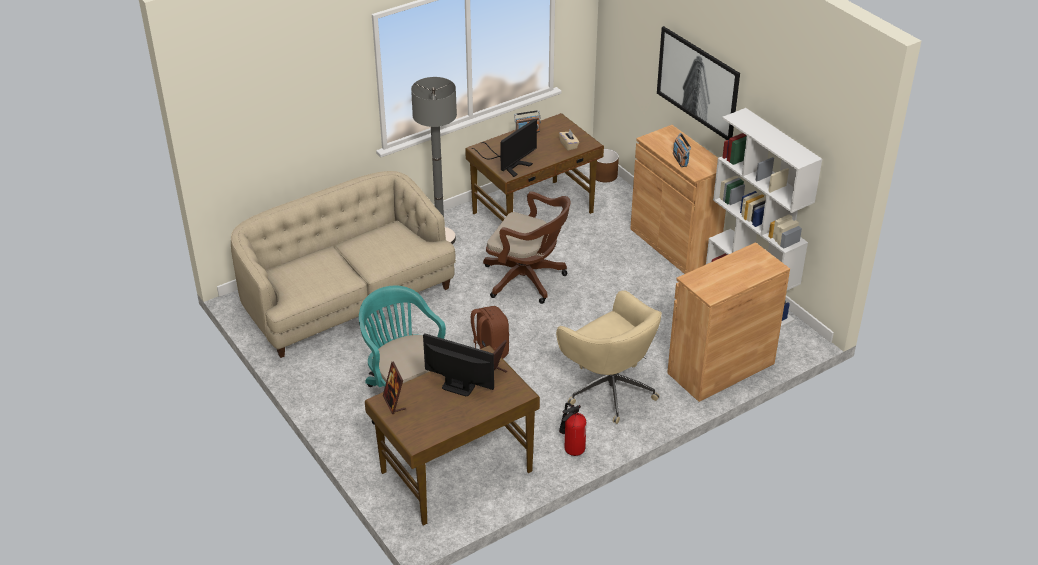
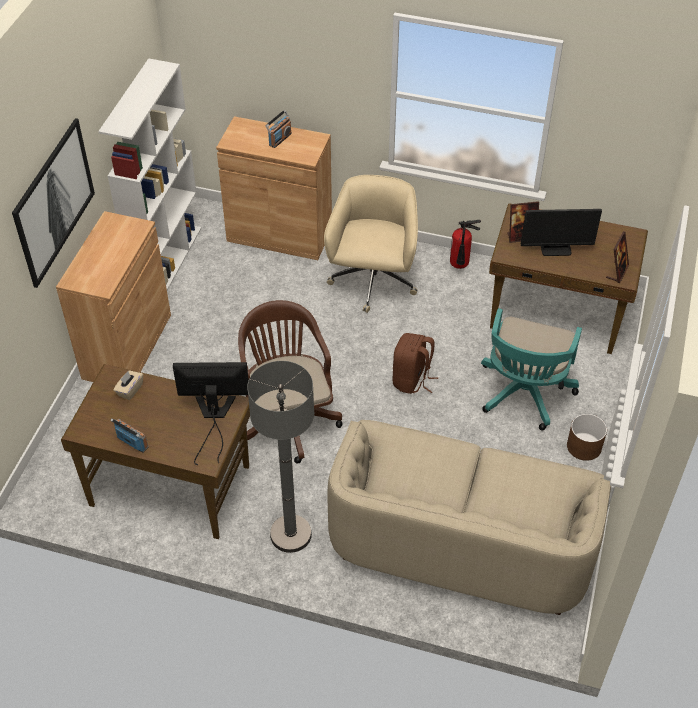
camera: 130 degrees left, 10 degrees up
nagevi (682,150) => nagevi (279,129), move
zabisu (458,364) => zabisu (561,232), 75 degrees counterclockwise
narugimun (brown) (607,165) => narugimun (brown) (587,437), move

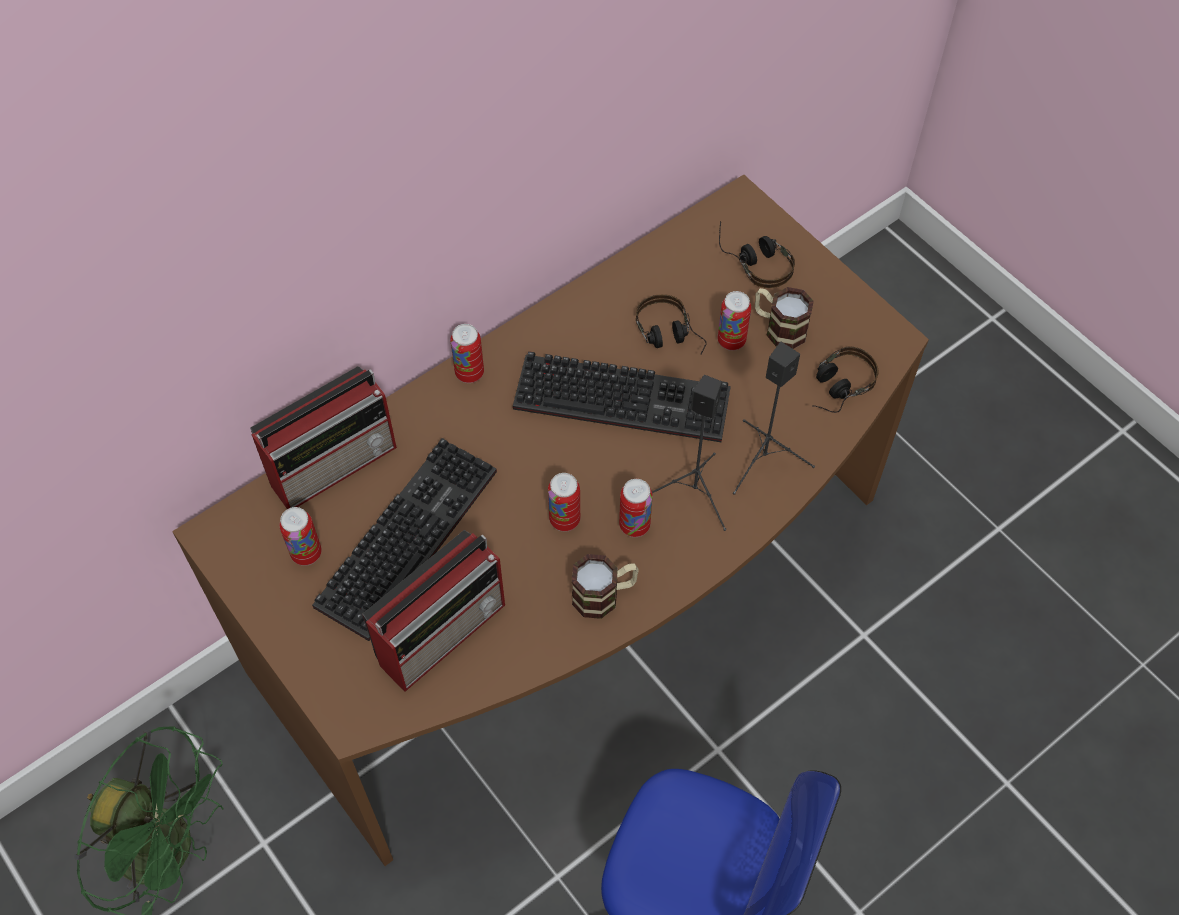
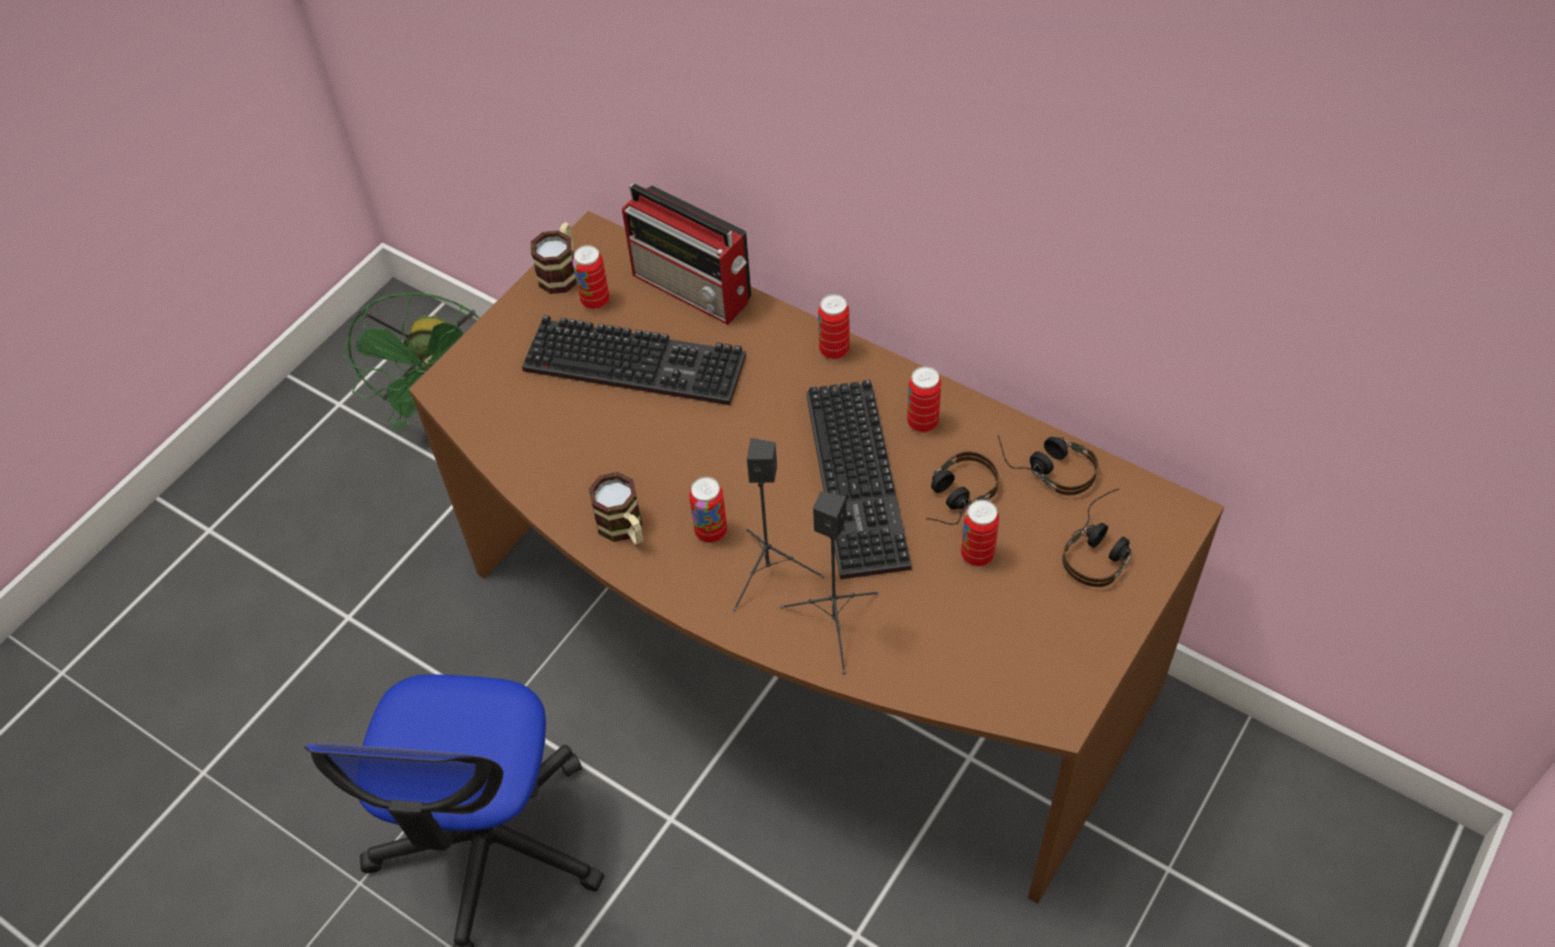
camera: 75 degrees right, 5 degrees down
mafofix (784,318) => mafofix (554,258), move
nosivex (564,502) => nosivex (924,399), move
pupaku (845,380) => pupaku (1048,465), move
nagevi (433,611) => nothing

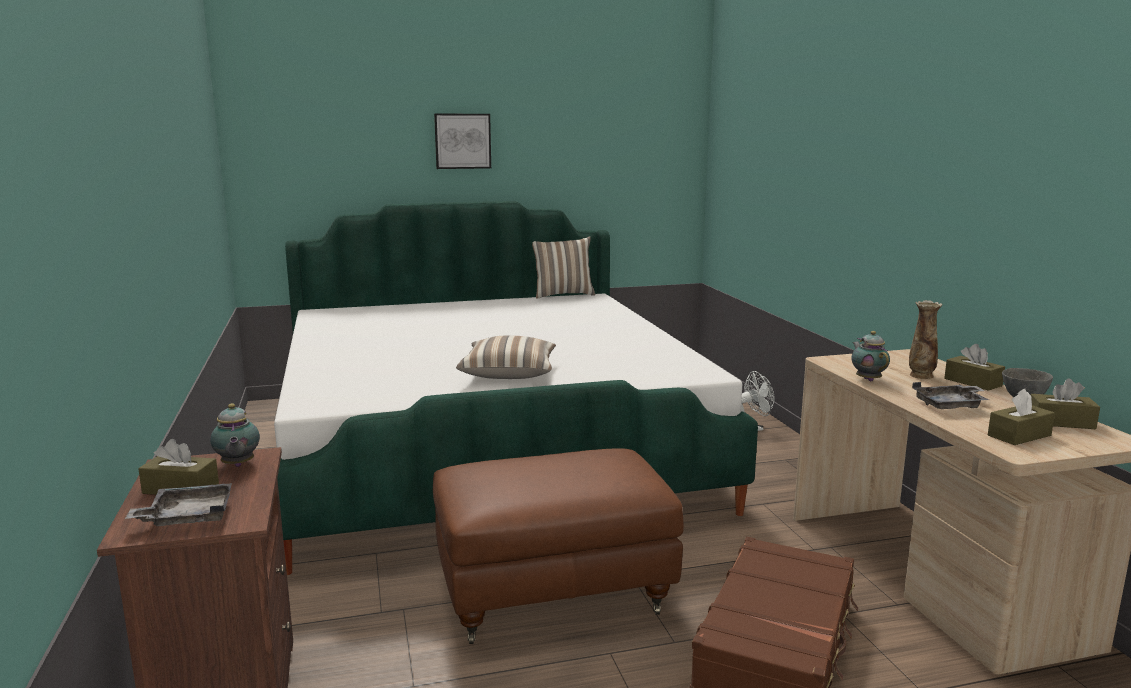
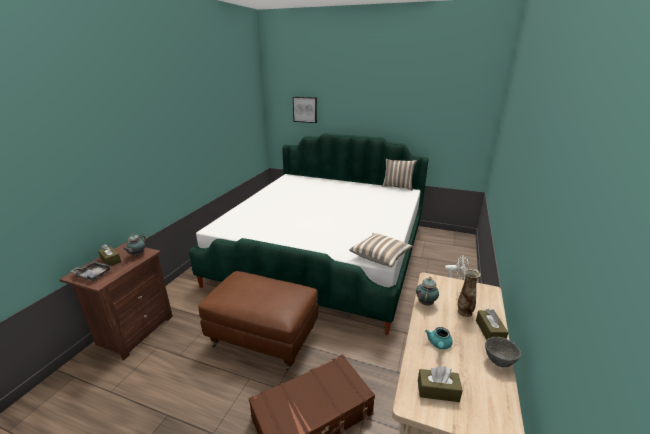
camera: 35 degrees right, 10 degrees up
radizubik (462,141) => radizubik (305,110), move
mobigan (506,357) => mobigan (381,250), move
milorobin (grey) (950,395) => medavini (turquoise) (439,338)
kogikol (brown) (1065,403) => nothing

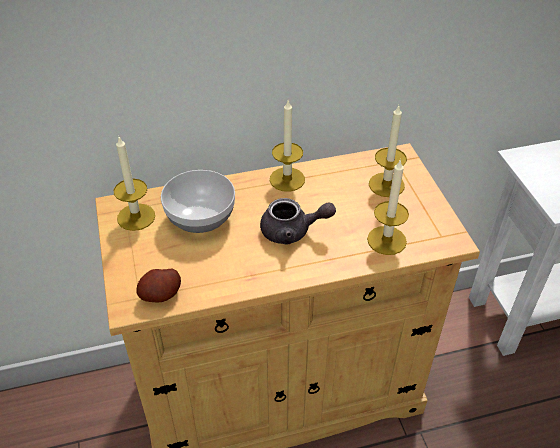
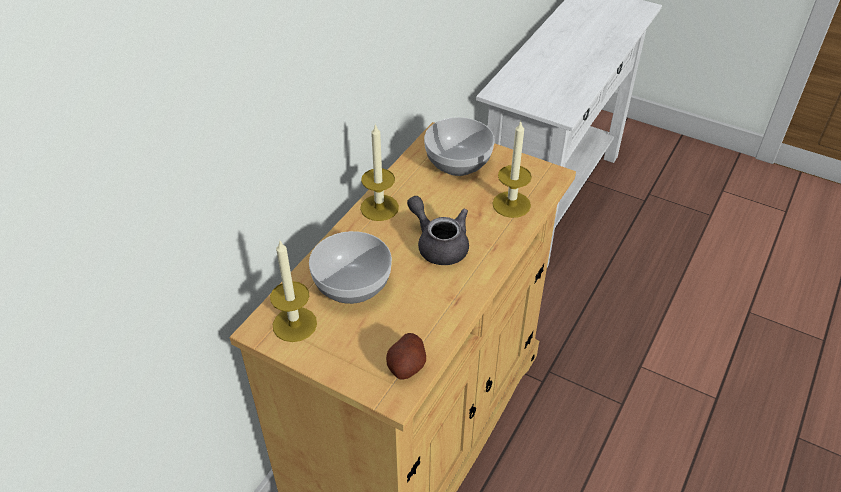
camera: 45 degrees left, 0 degrees up
medavini (grey) (298,221) => medavini (grey) (438,230), 90 degrees counterclockwise
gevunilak (388,151) => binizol (459,146)

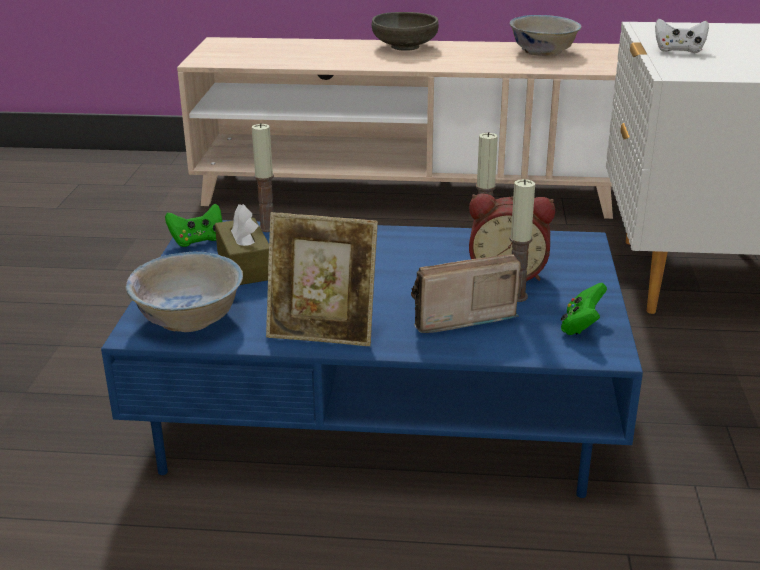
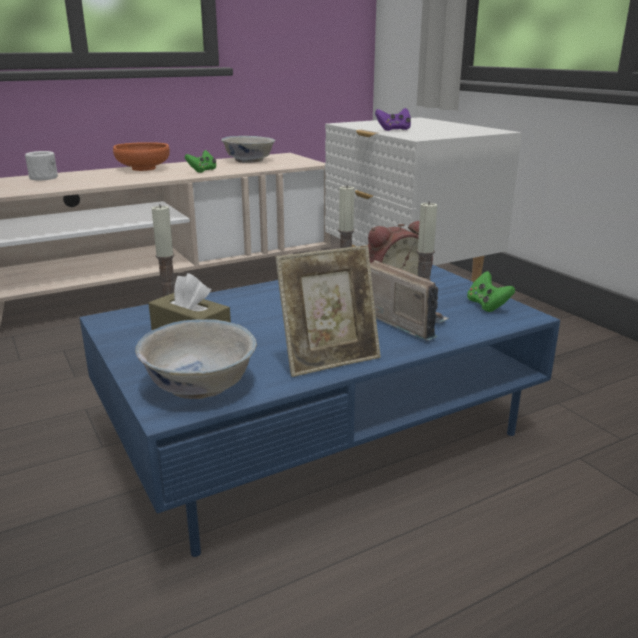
camera: 35 degrees left, 5 degrees down
nothing => mafofix (white) (41,165)
binizol (grey) (405,31) => binizol (orange) (141,156)
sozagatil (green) (193,225) => sozagatil (green) (200,161), move
nagevi (466,293) => nagevi (409,300), 105 degrees clockwise
sozagatil (white) (682,36) => sozagatil (purple) (393,119)

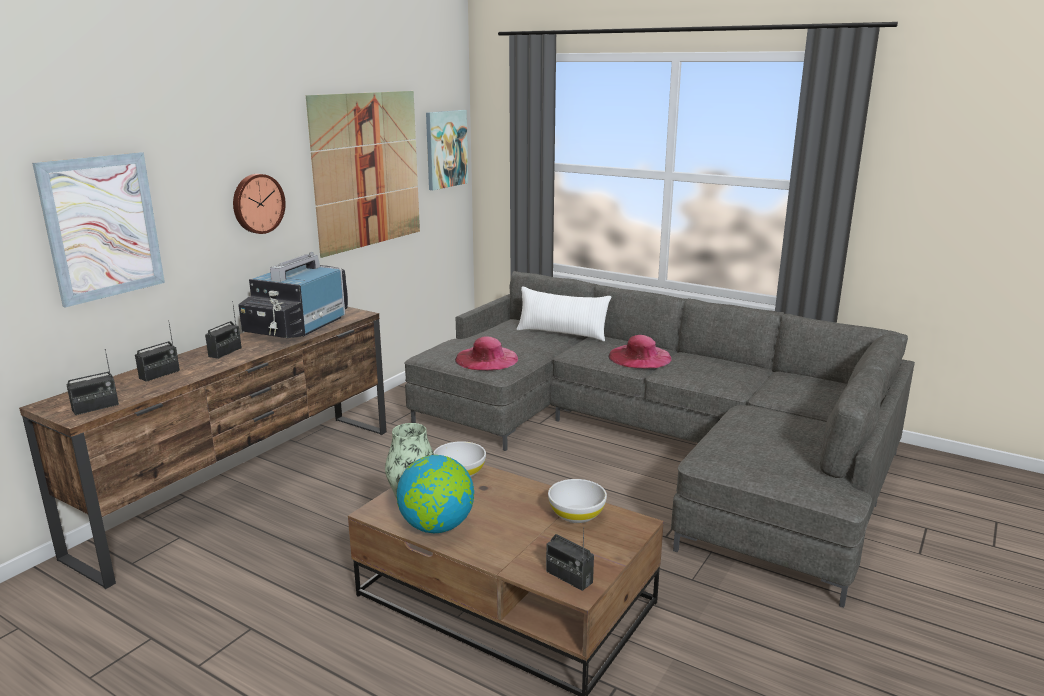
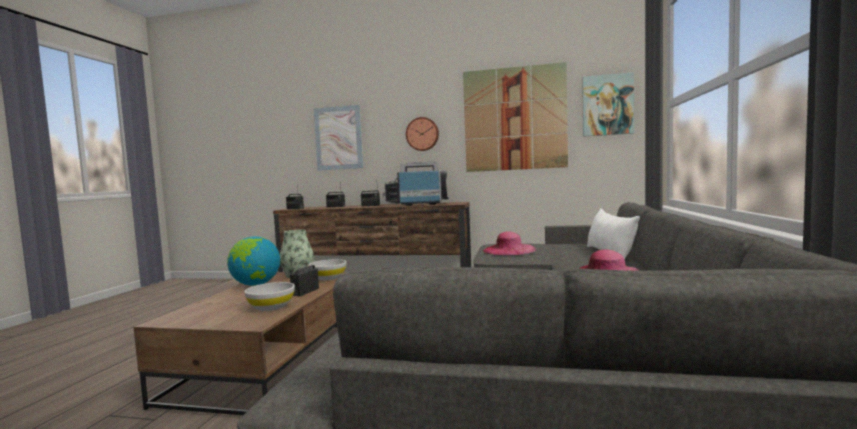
camera: 70 degrees right, 15 degrees down
nagevi (570,559) => nagevi (304,273), move

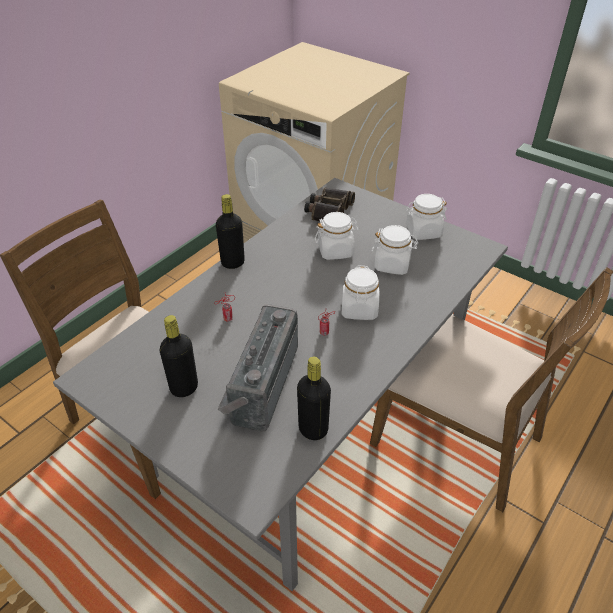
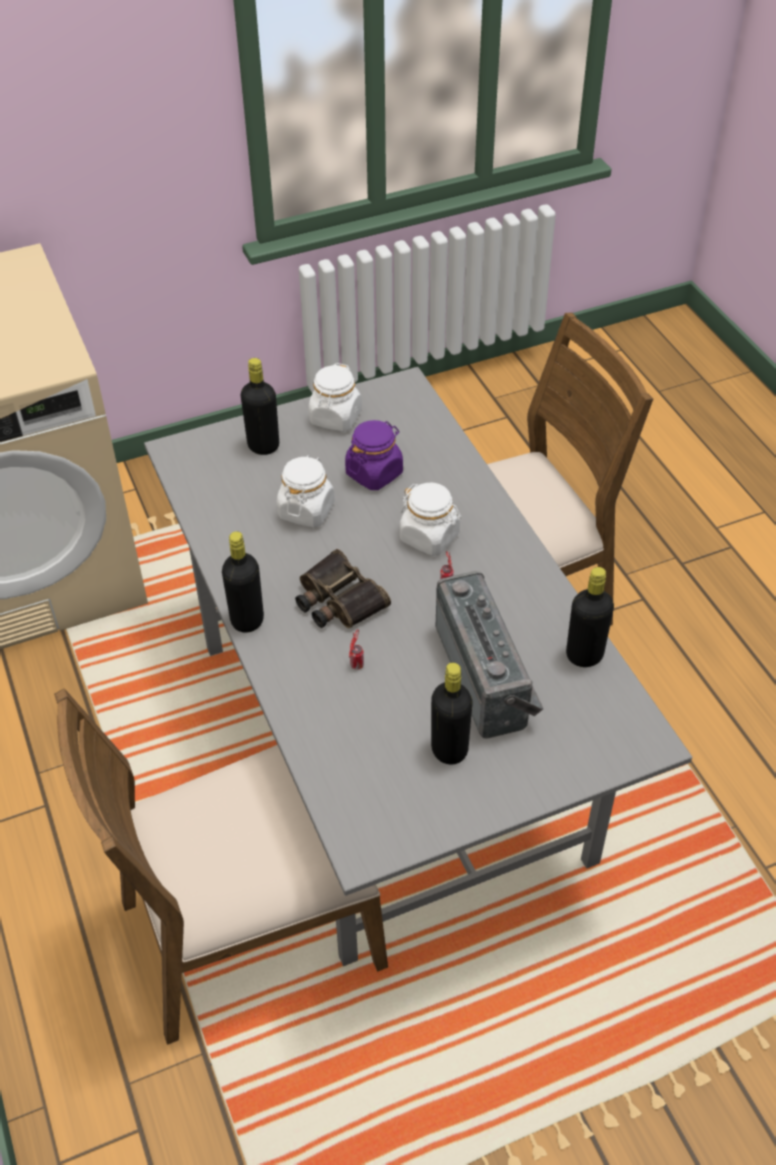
camera: 60 degrees left, 5 degrees up
nothing => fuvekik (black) (260,406)
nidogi (329,204) => nidogi (343,588), move
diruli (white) (395,250) => diruli (purple) (374,455)
nagevi (258,368) => nagevi (489,655), 150 degrees counterclockwise

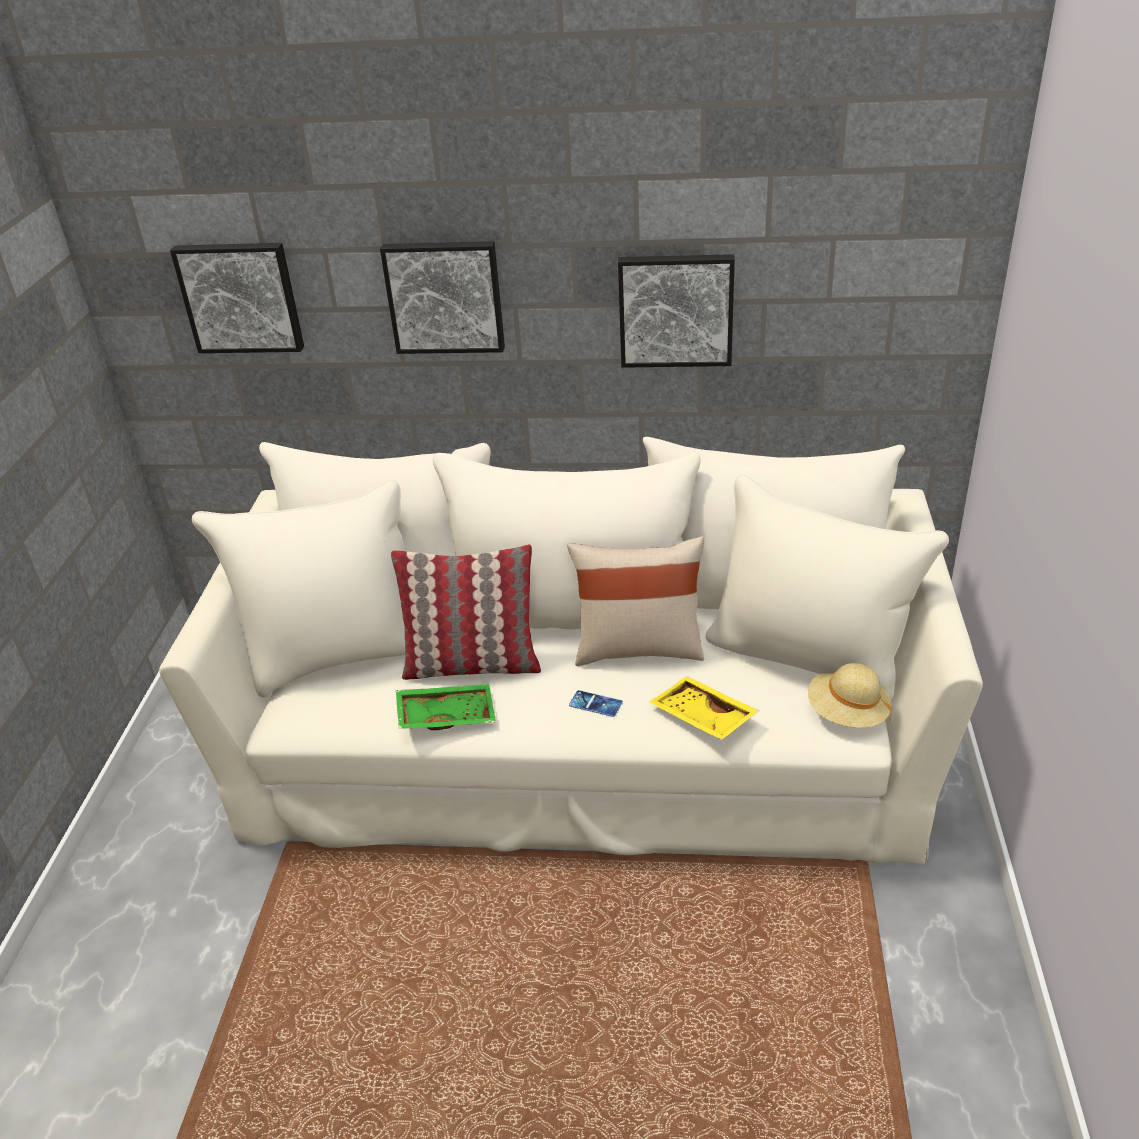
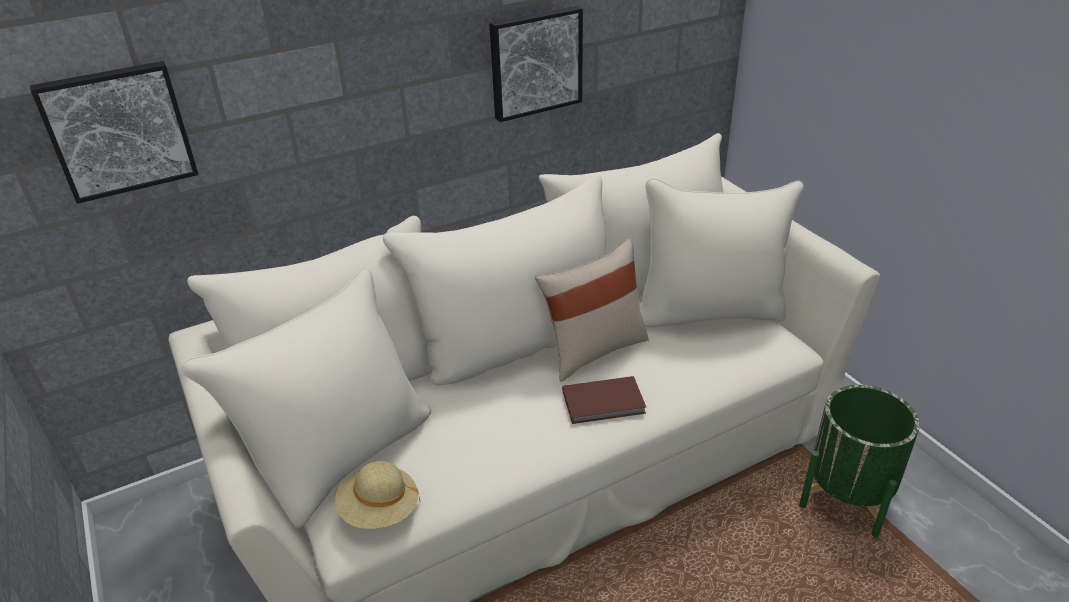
camera: 35 degrees left, 0 degrees up
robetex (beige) (850,695) => robetex (beige) (377,495), move
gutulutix (596,703) => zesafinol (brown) (604,400)
nothing => narugimun (green) (859,461)
radizubik (442,297) => nothing
mobigan (466,612) => nothing
milorobin (green) (446,707) => nothing
milorobin (yellow) (704,708) => nothing

